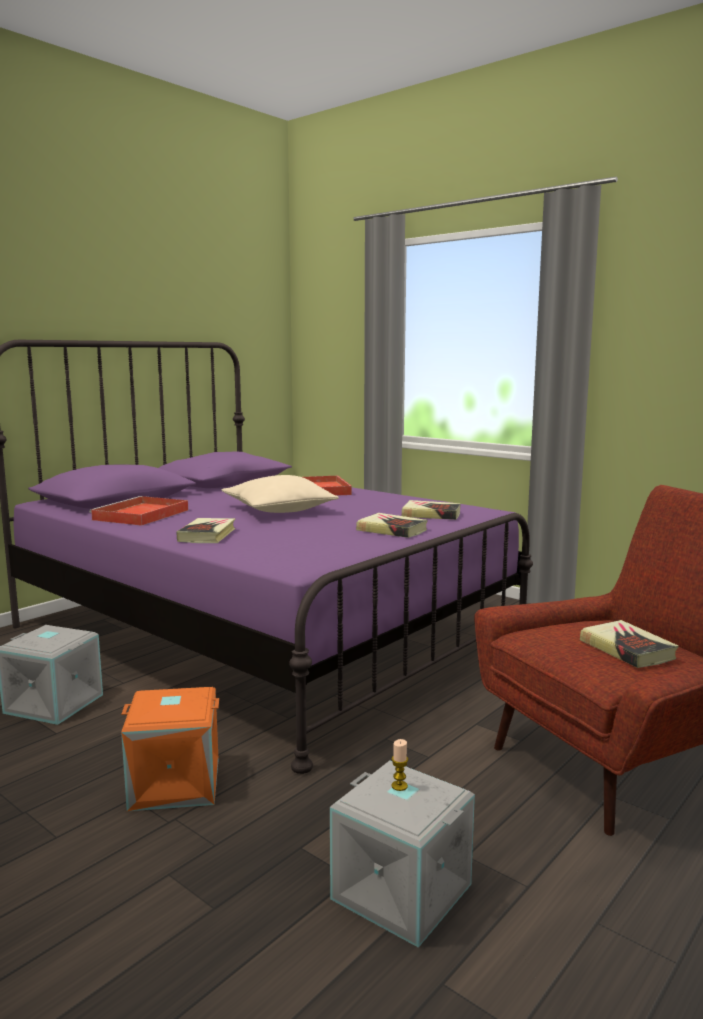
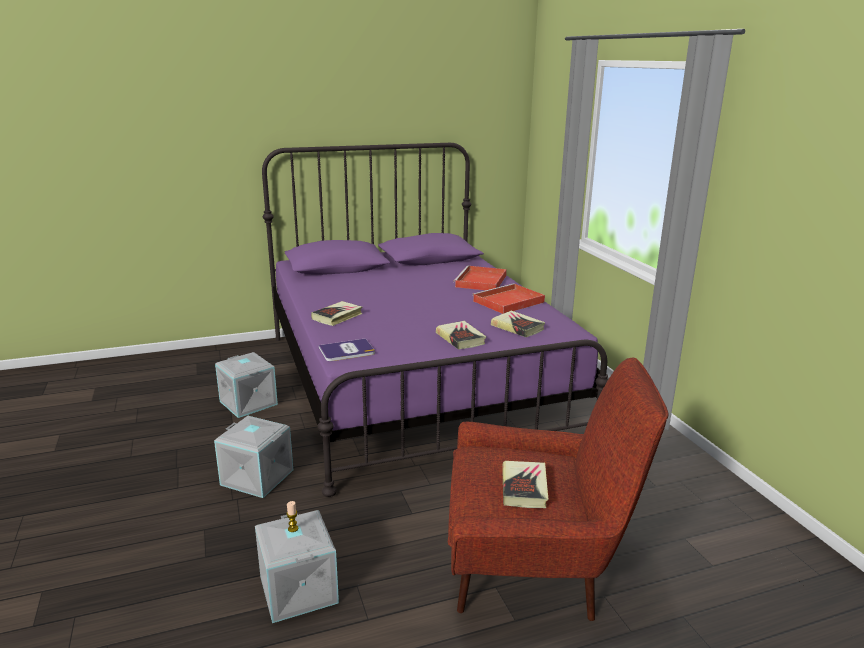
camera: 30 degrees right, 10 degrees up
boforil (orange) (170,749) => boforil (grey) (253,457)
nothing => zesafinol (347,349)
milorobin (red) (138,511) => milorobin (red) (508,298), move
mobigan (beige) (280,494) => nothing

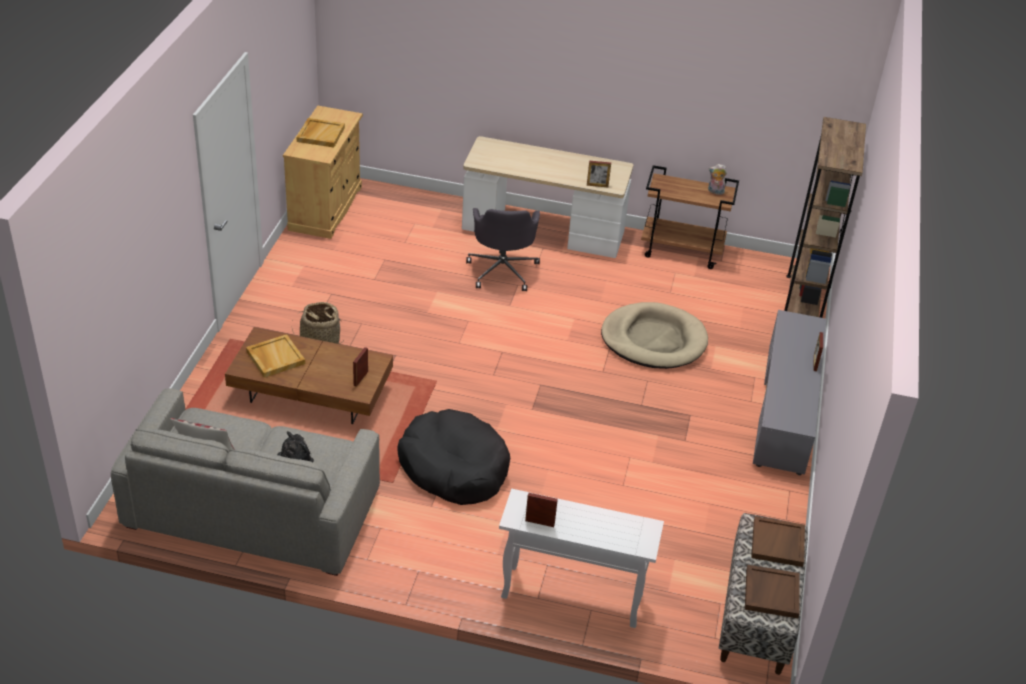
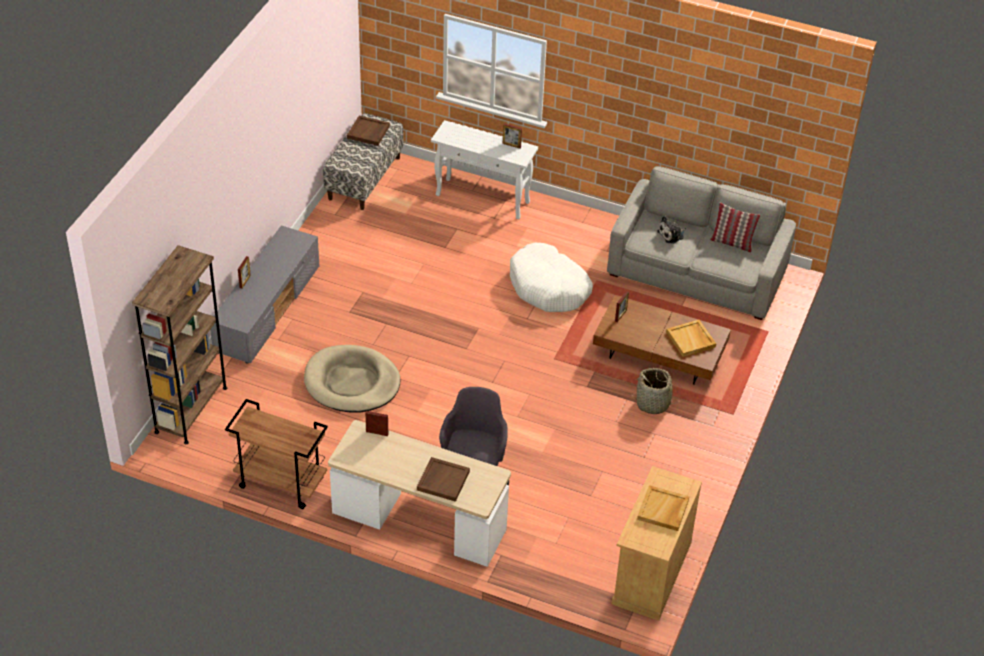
camera: 170 degrees left, 5 degrees up
milorobin (brown) (778,541) => milorobin (brown) (443,479), move
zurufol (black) (453,457) => zurufol (white) (551,277)
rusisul (717,179) => nothing

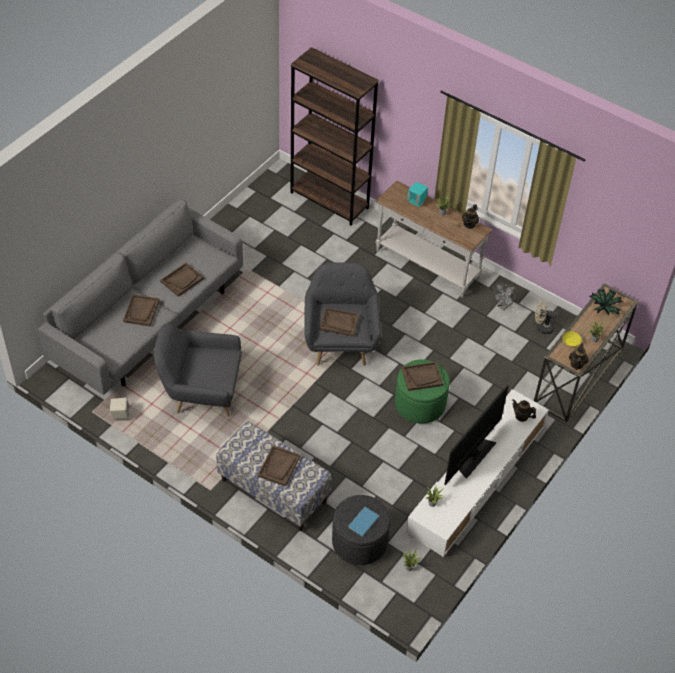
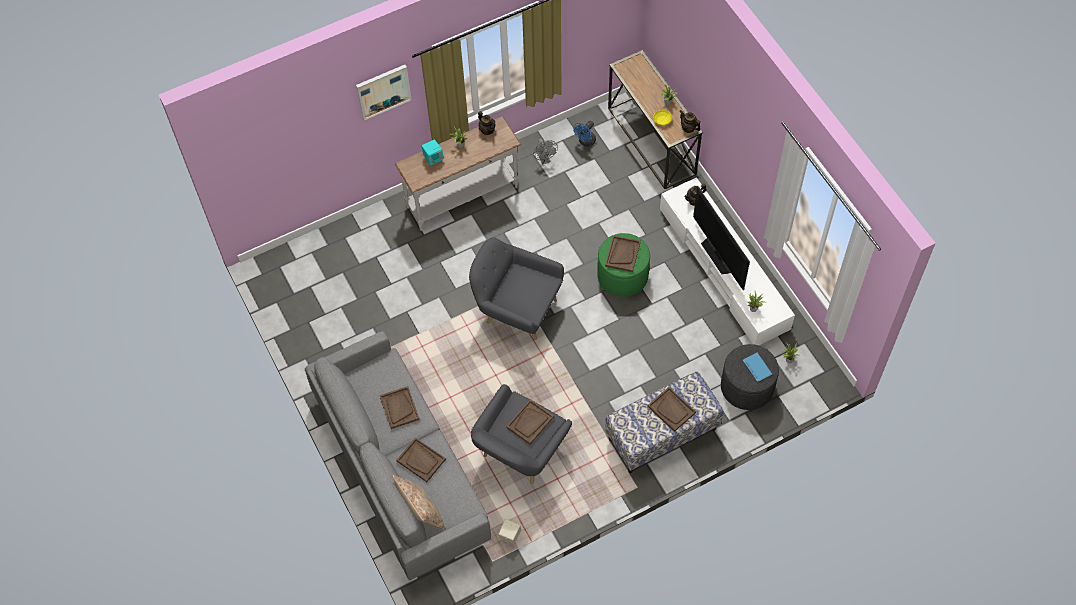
camera: 60 degrees left, 10 degrees up
nothing => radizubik (384,92)
nothing => mobigan (beige) (419,502)
milorobin (brown) (339,322) => milorobin (brown) (530,422), move
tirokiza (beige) (546,318) => tirokiza (blue) (584,134)
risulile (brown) (334,136) => nothing
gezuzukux (606,302) => nothing

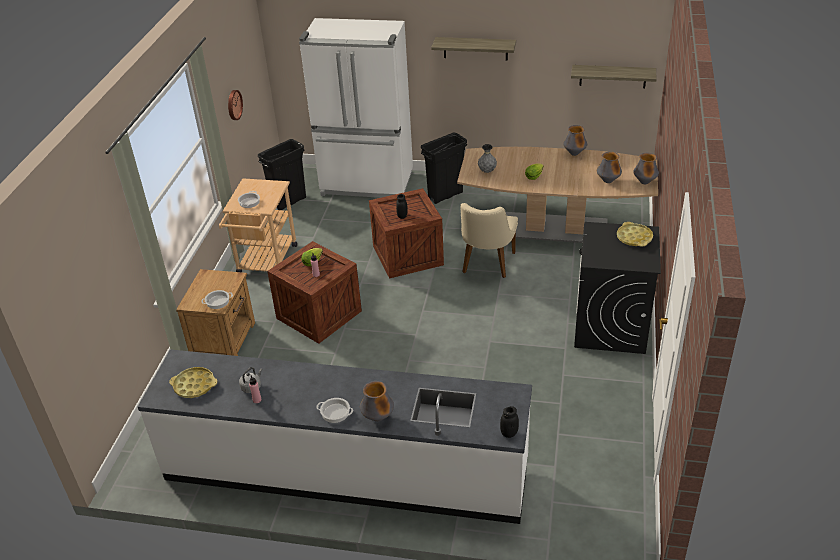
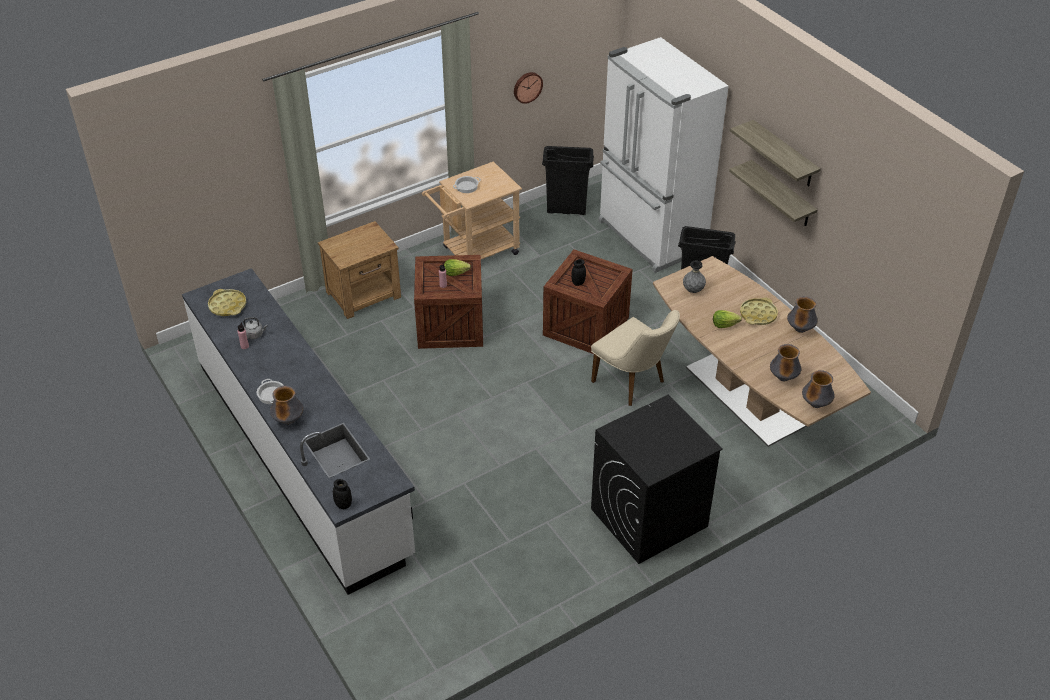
camera: 45 degrees right, 5 degrees up
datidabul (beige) (489,240) => datidabul (beige) (635,358), 105 degrees counterclockwise
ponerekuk (614,76) => ponerekuk (773,193), move
milorobin (yellow) (635,234) => milorobin (yellow) (759,311), move
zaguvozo (217,299) => nothing

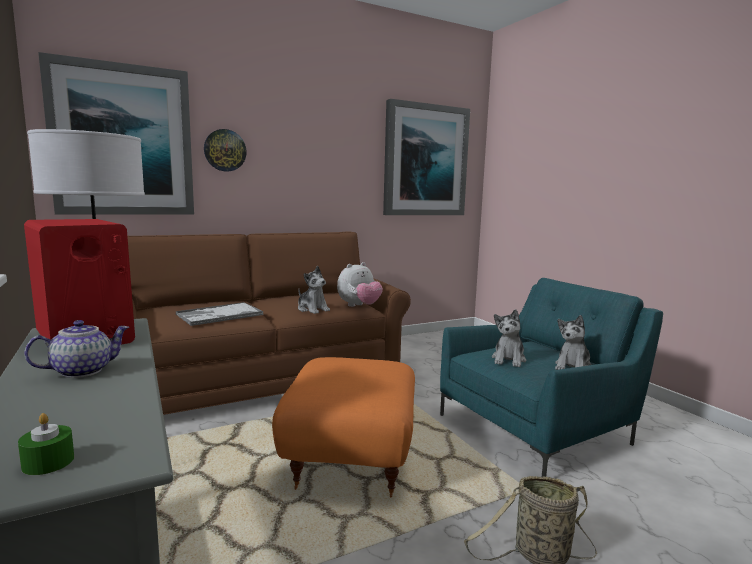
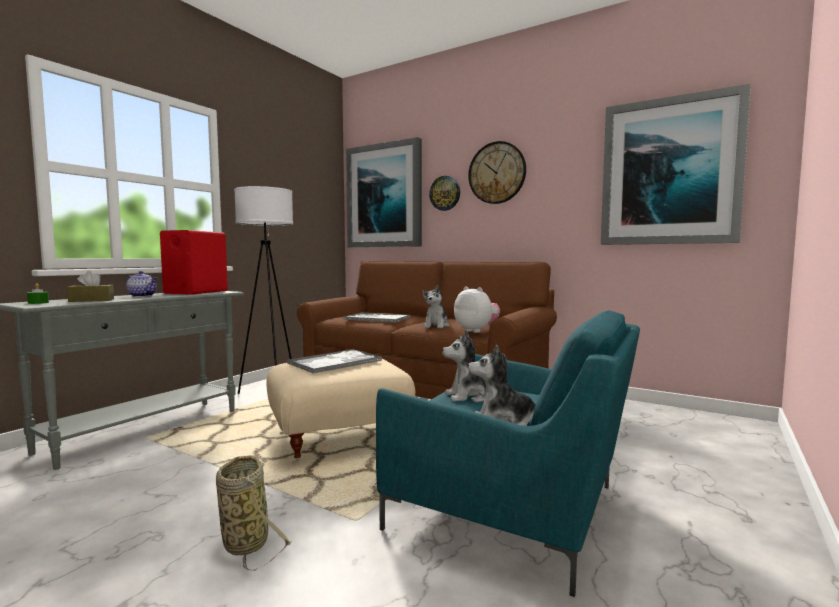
camera: 60 degrees right, 5 degrees down
nothing => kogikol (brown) (90,286)
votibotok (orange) (343,427) => votibotok (beige) (340,411)
nothing => milorobin (334,361)
rusisul (360,284) => rusisul (477,309), 150 degrees counterclockwise
nothing => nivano (497,172)

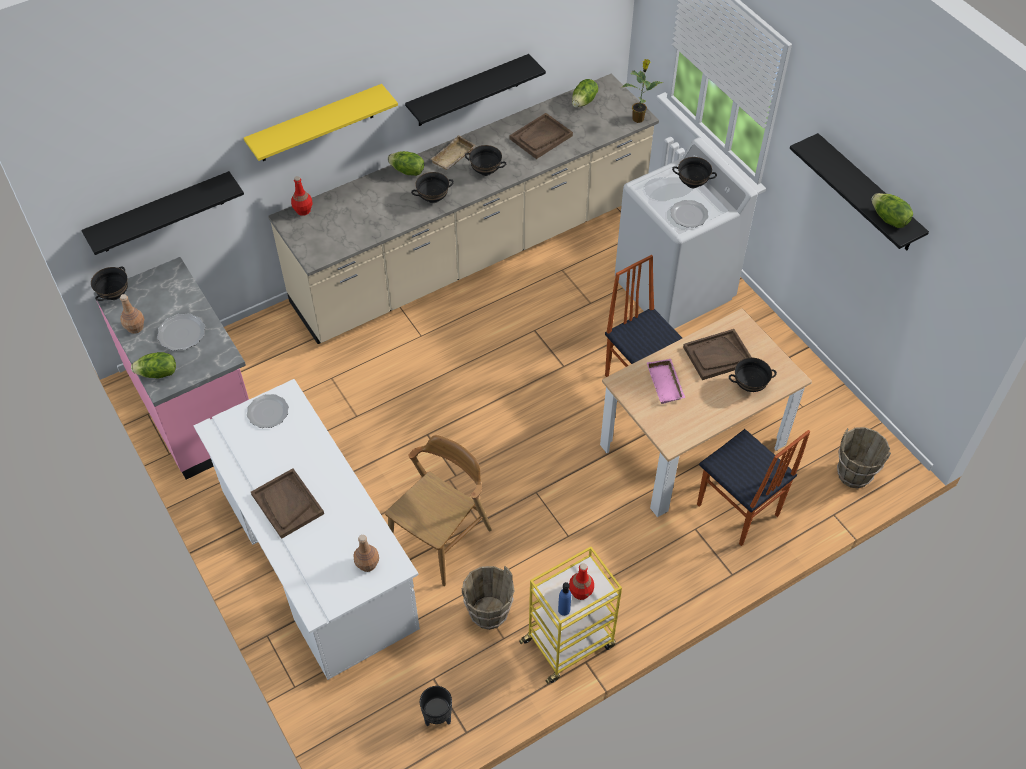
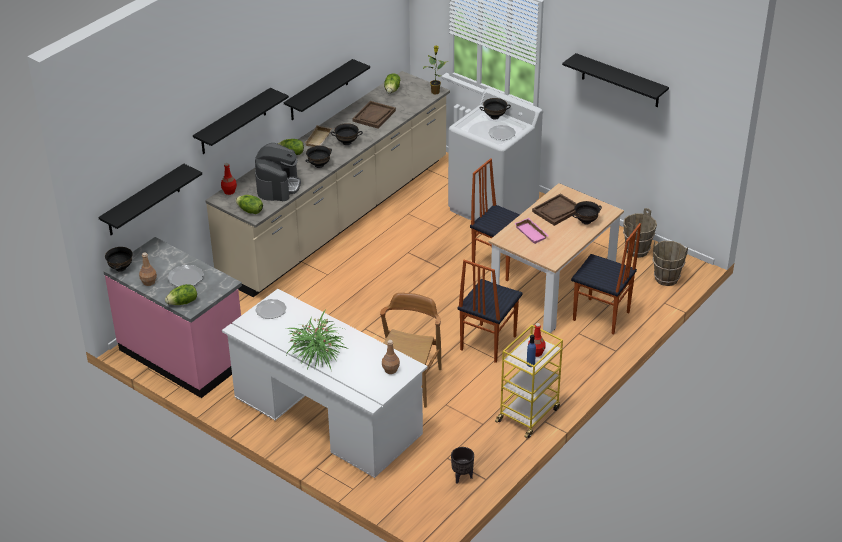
camera: 20 degrees left, 15 degrees down
ponerekuk (yellow) (321,122) => ponerekuk (black) (241,121)
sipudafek (892,210) => sipudafek (249,204), move
nothing => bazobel (278,172)
milorobin (brown) (287,503) => gezuzukux (316,339)
nothing => datidabul (490,311)
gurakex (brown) (488,598) => gurakex (brown) (640,233), move

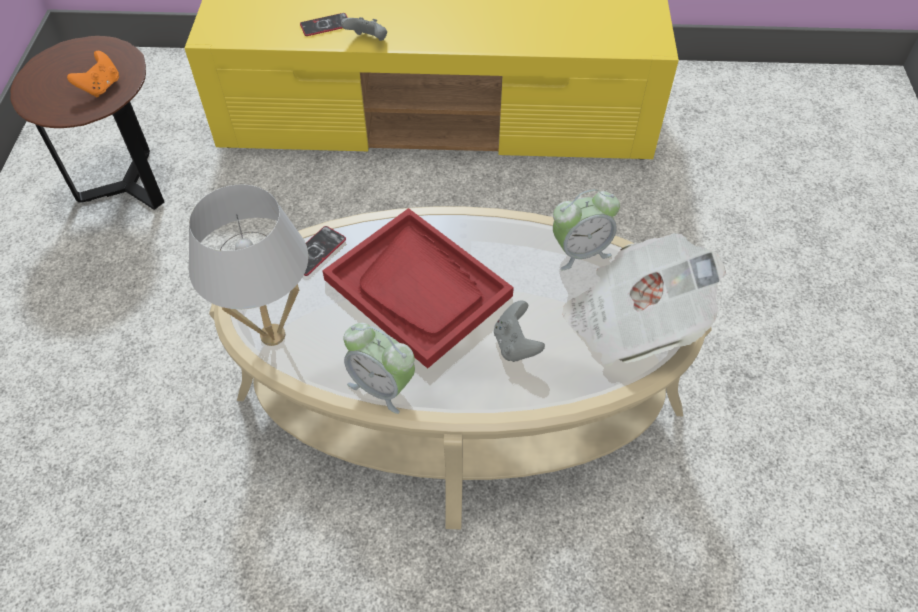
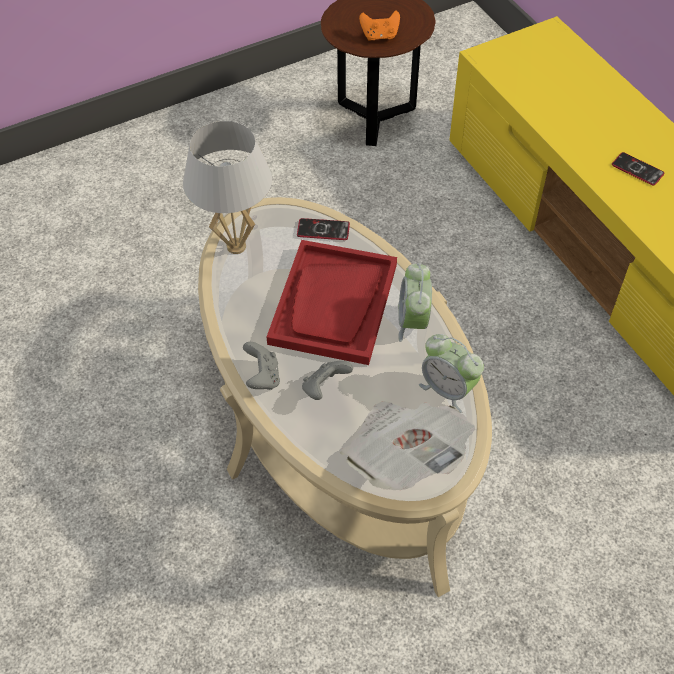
camera: 60 degrees right, 0 degrees up
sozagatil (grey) (364,29) => sozagatil (grey) (261,366), move
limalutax (379,368) => limalutax (415,302), move
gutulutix (324,24) => gutulutix (638,169), move

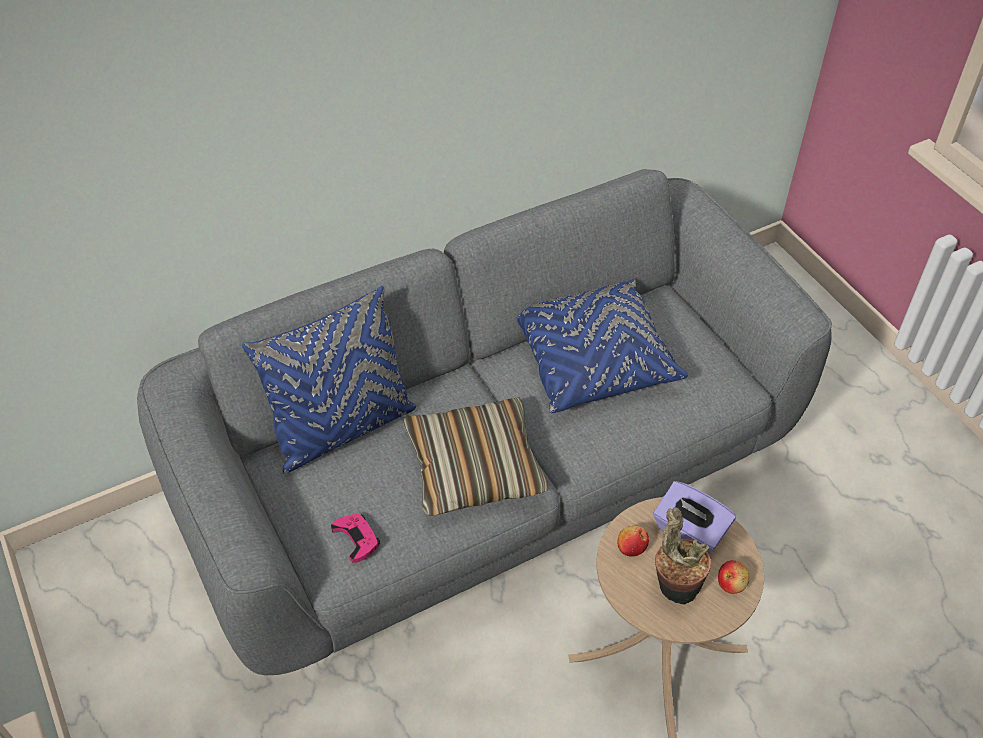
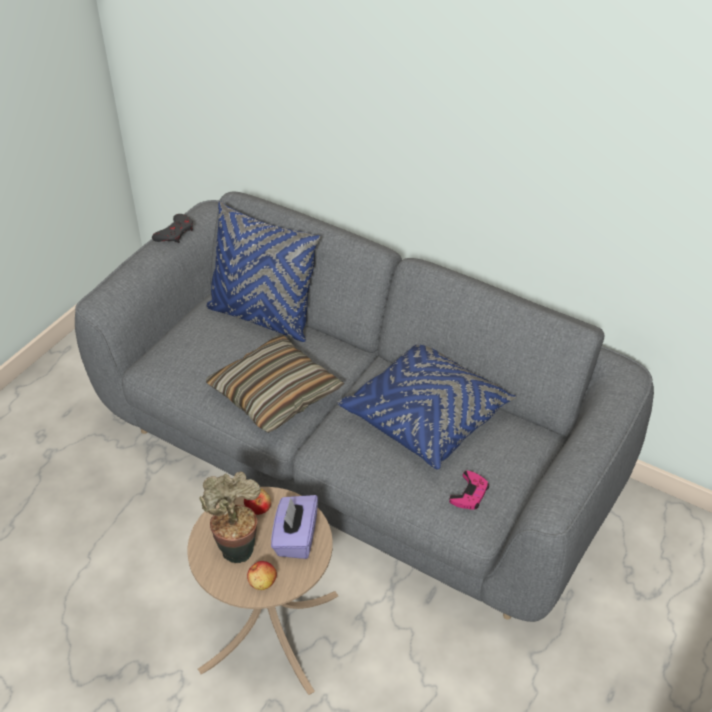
camera: 60 degrees right, 5 degrees down
nothing => sozagatil (grey) (172,228)
sozagatil (pink) (355,538) => sozagatil (pink) (469,490), move

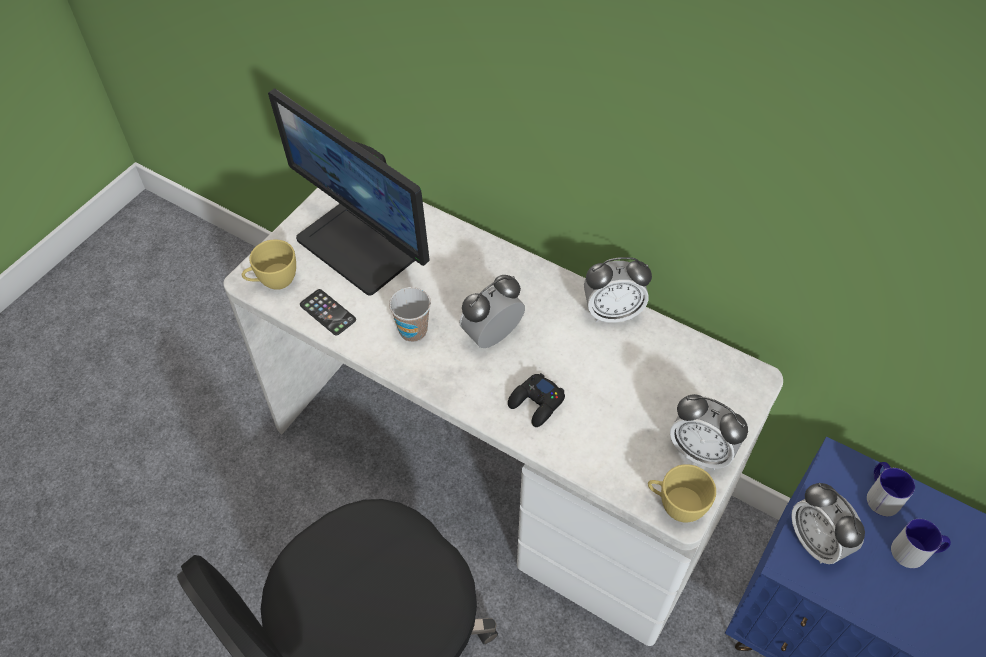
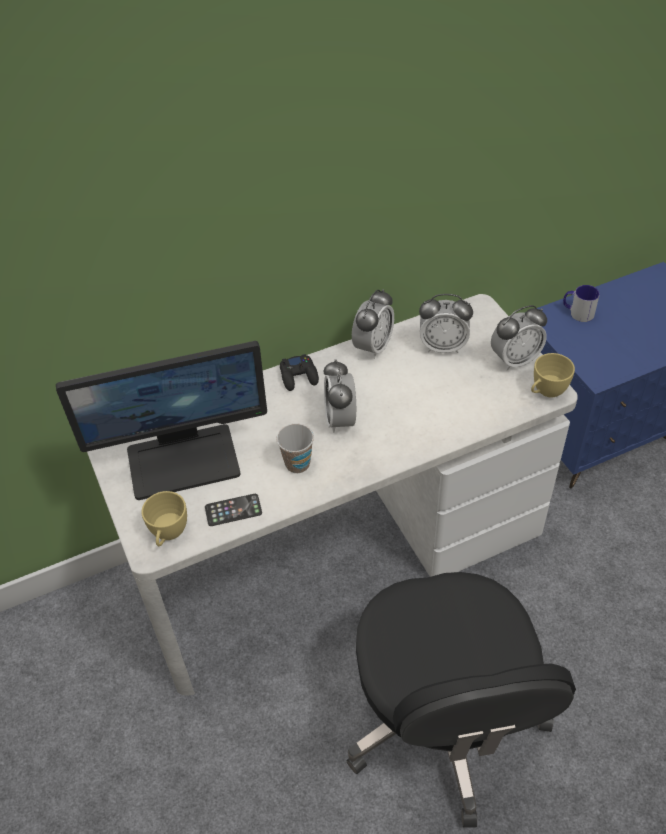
camera: 55 degrees left, 5 degrees down
sozagatil (black) (536,400) => sozagatil (black) (299,372), move
limalutax (828,523) => limalutax (446,323), move
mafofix (921,543) => nothing

